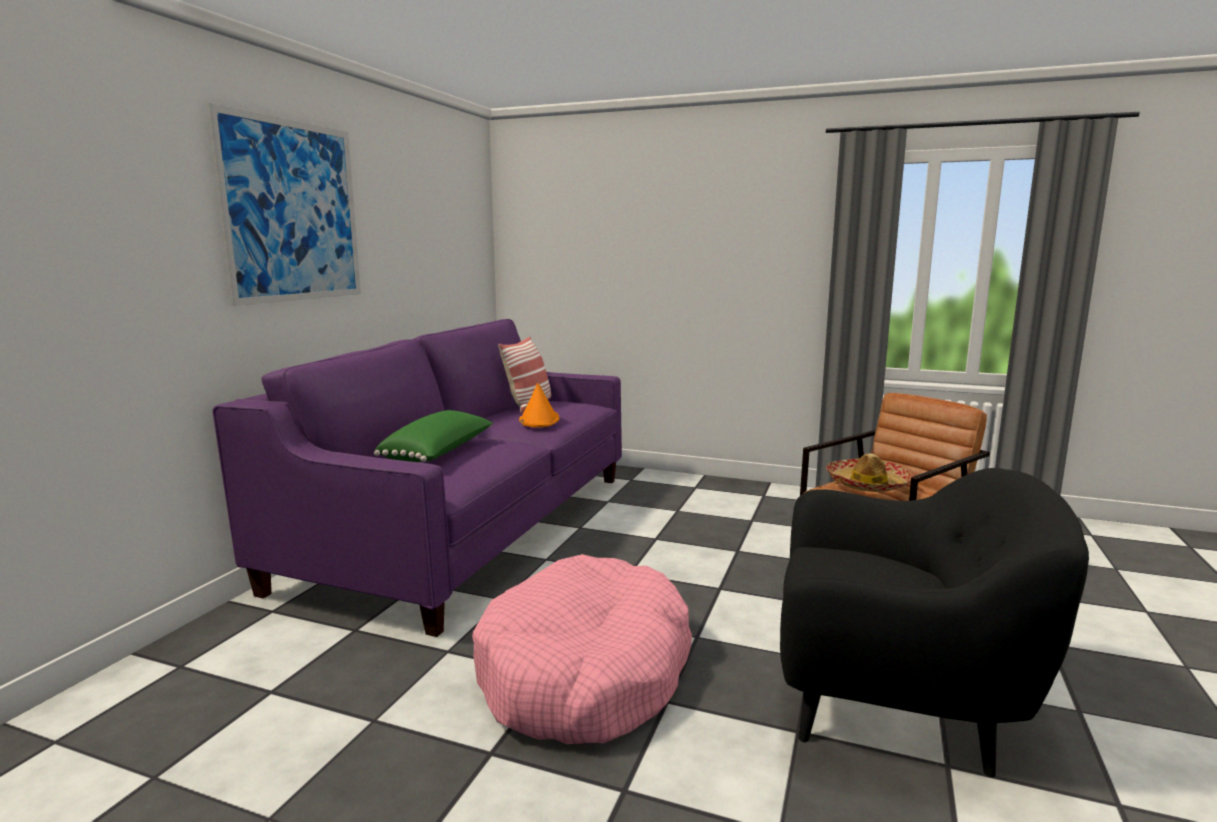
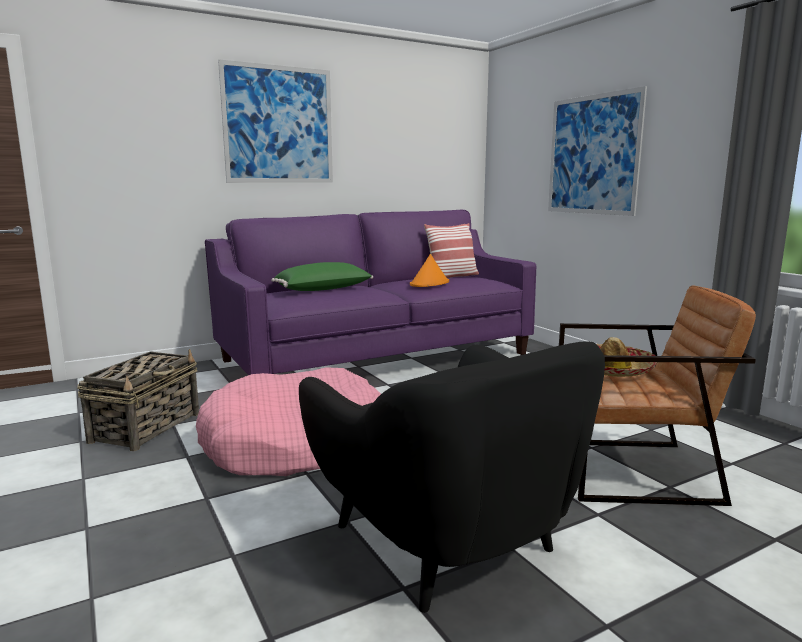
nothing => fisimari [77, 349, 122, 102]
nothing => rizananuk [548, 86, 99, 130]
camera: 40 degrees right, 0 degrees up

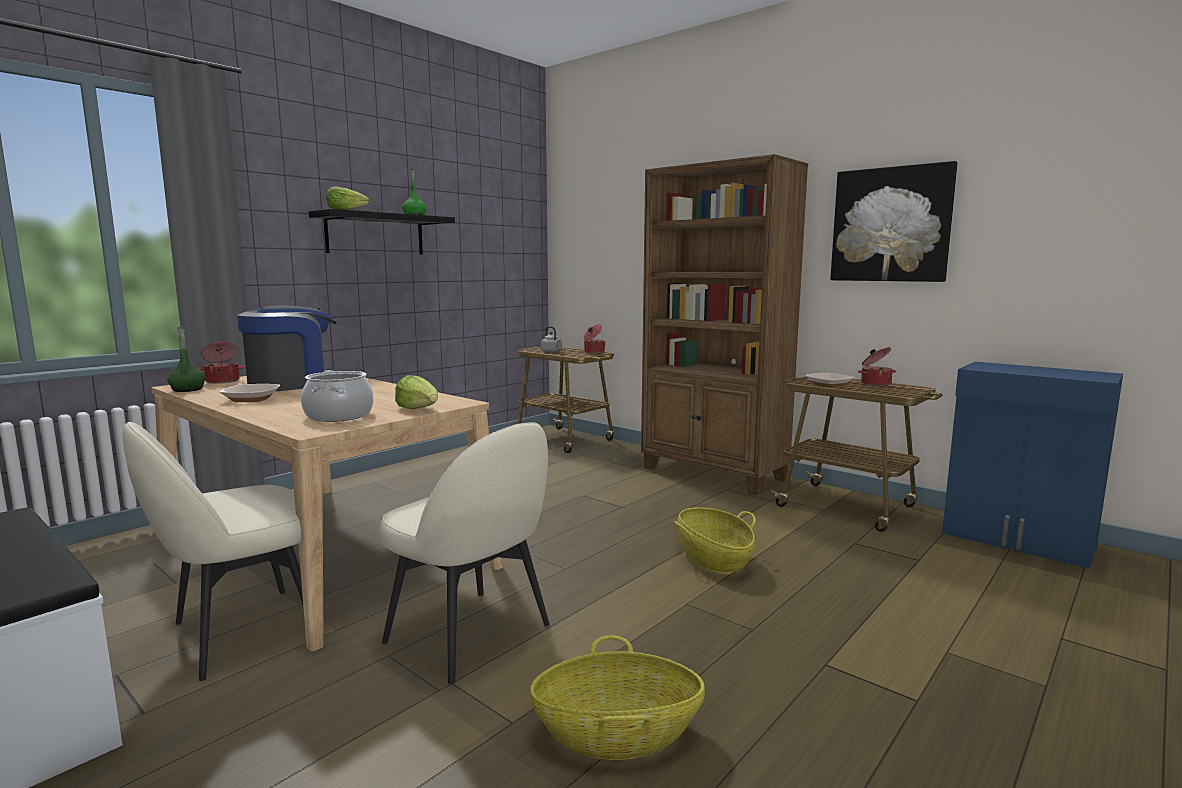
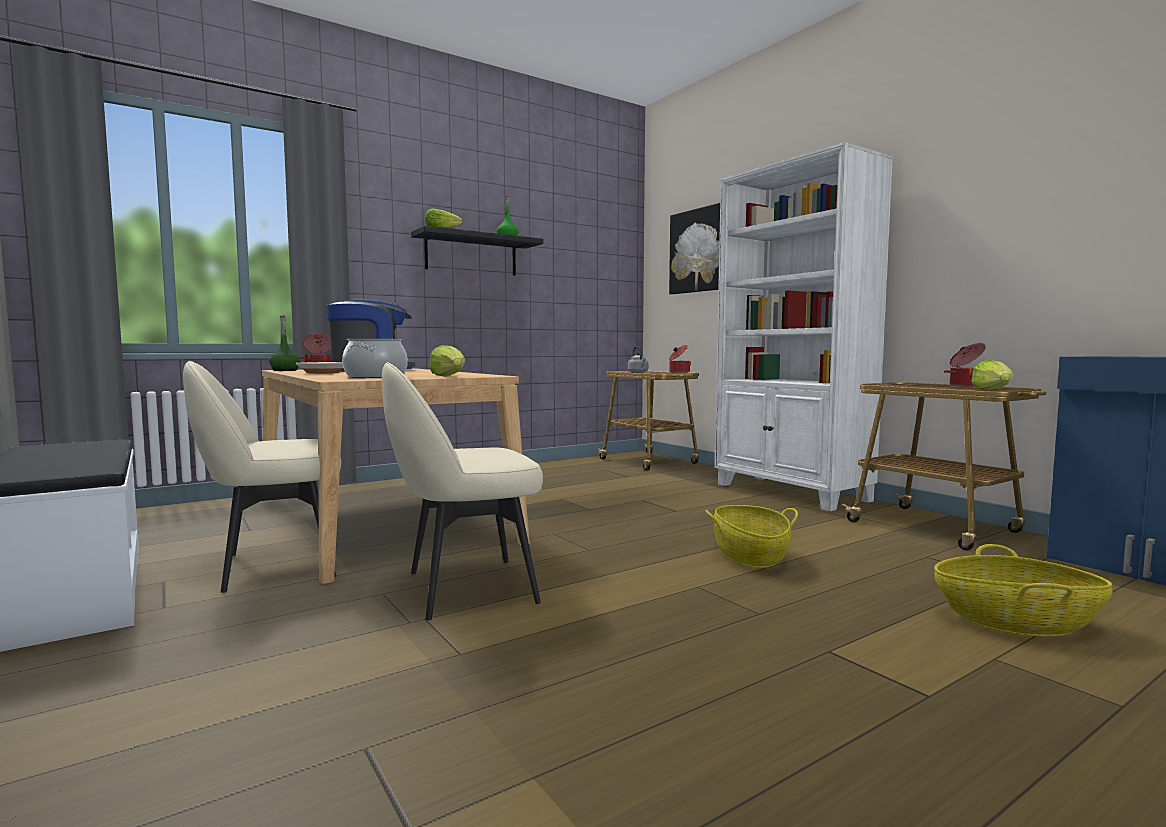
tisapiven [805, 373, 49, 15] => nothing
nothing => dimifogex [971, 360, 42, 30]
fisimari [530, 635, 175, 125] => fisimari [934, 544, 178, 92], moved
rizananuk [830, 161, 127, 121] => rizananuk [669, 203, 51, 91], moved
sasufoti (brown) [641, 154, 167, 341] => sasufoti (white) [715, 142, 178, 370]
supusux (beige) [380, 422, 170, 262] => supusux (beige) [382, 362, 161, 258], 105 degrees clockwise
camera: 15 degrees right, 5 degrees down

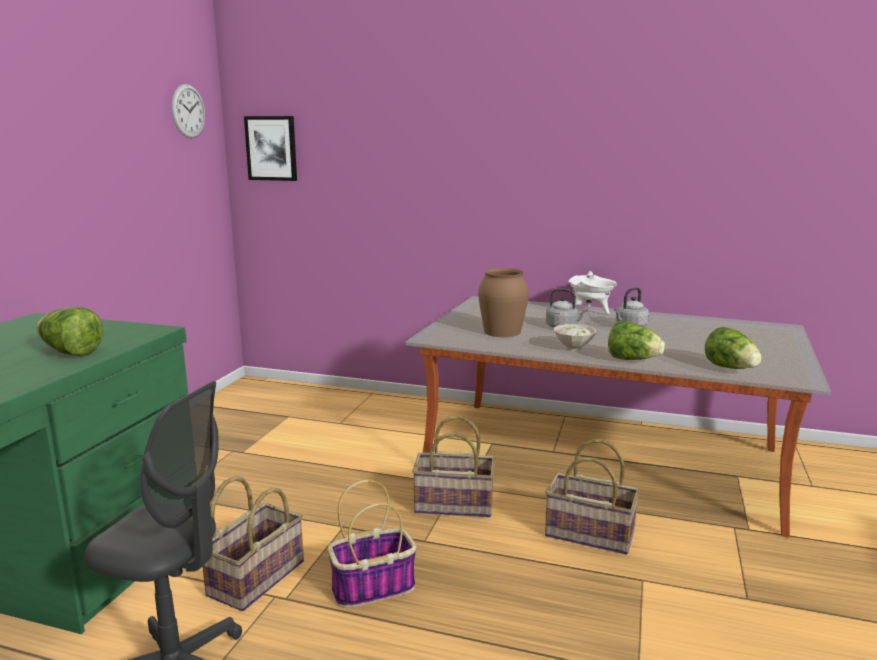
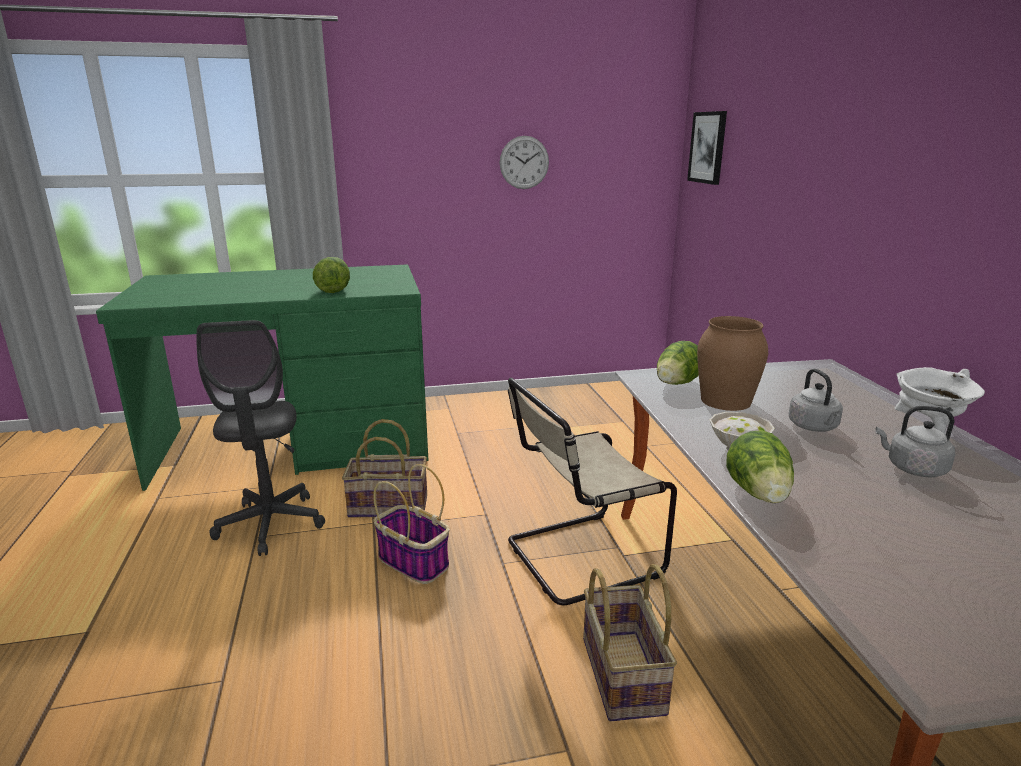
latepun [172, 84, 33, 54] => latepun [500, 136, 49, 53], moved
dimifogex [705, 327, 57, 42] => dimifogex [657, 341, 42, 44], moved
fisimari [412, 416, 83, 101] => supusux (beige) [508, 378, 169, 227]
camera: 60 degrees right, 5 degrees up

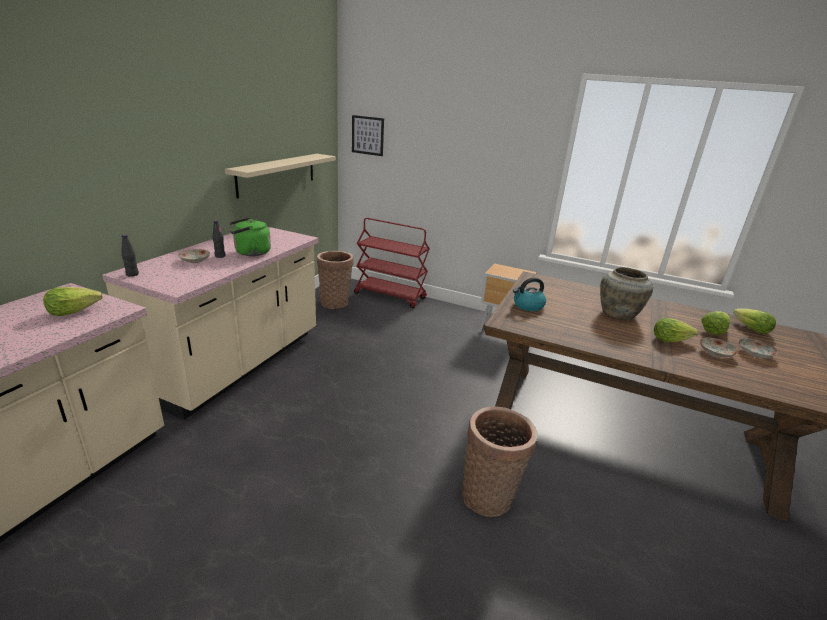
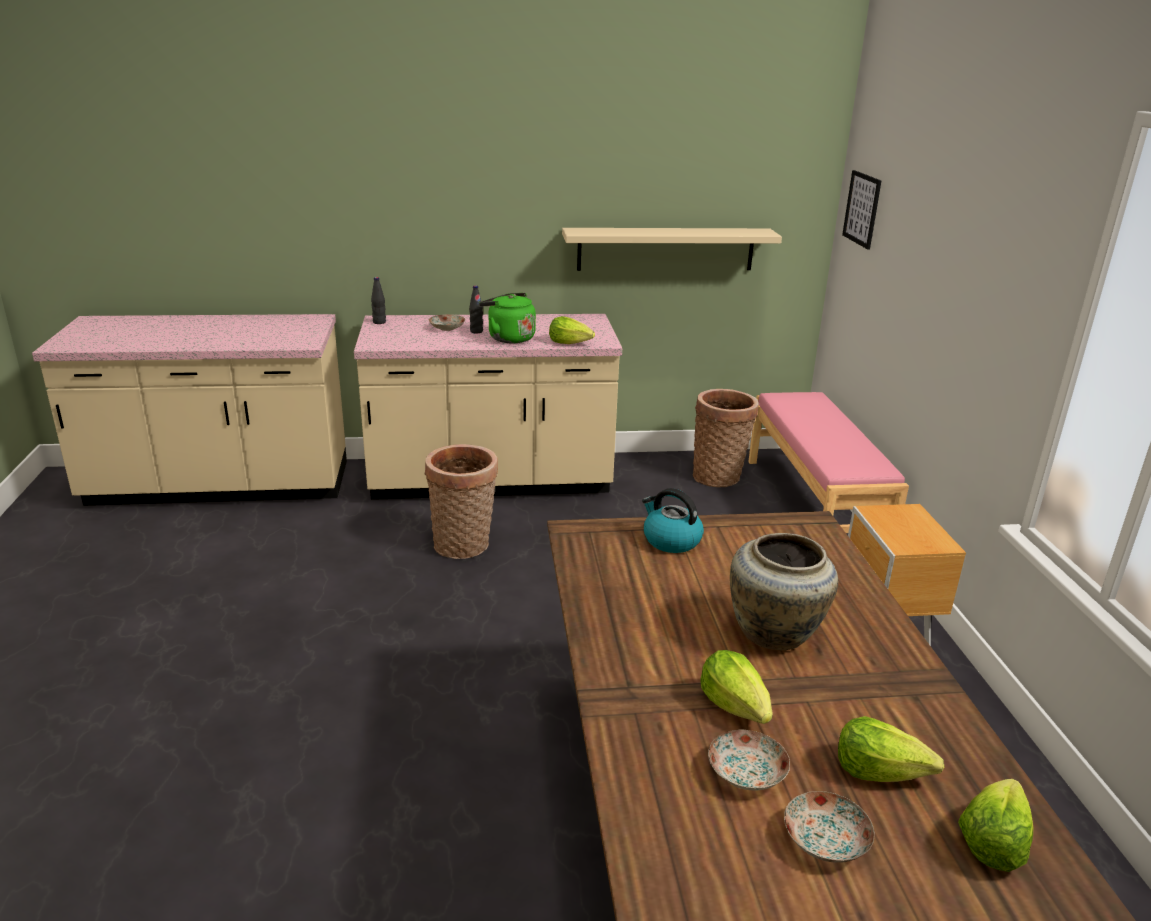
dimifogex [43, 287, 60, 29] => dimifogex [549, 316, 46, 28], moved
fisimari [462, 406, 75, 111] => fisimari [425, 444, 73, 115], moved
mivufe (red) [354, 218, 76, 90] => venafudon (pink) [748, 392, 161, 141]
camera: 60 degrees right, 0 degrees up

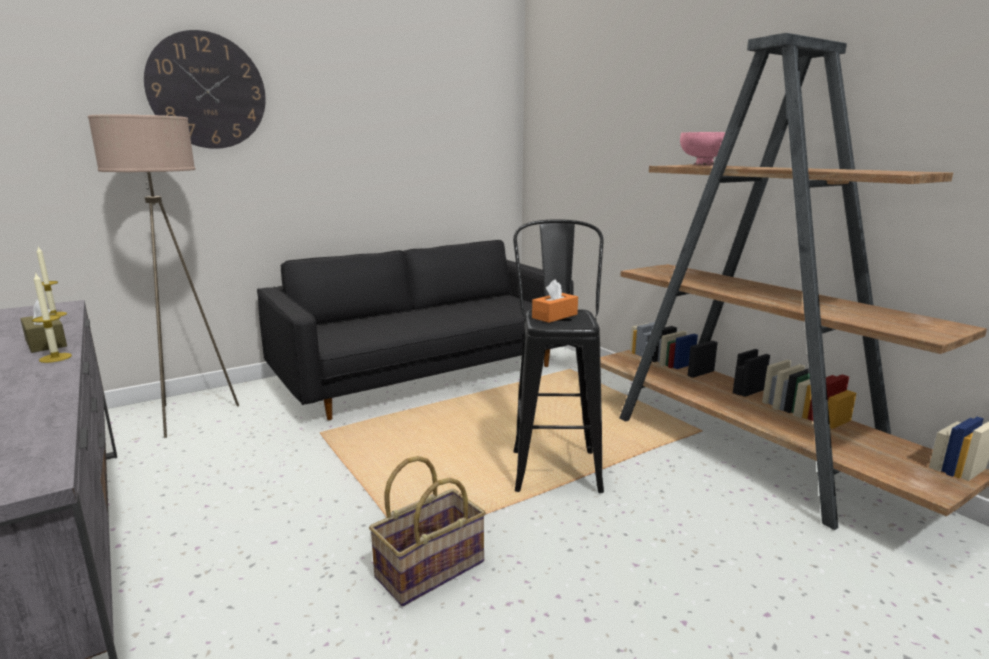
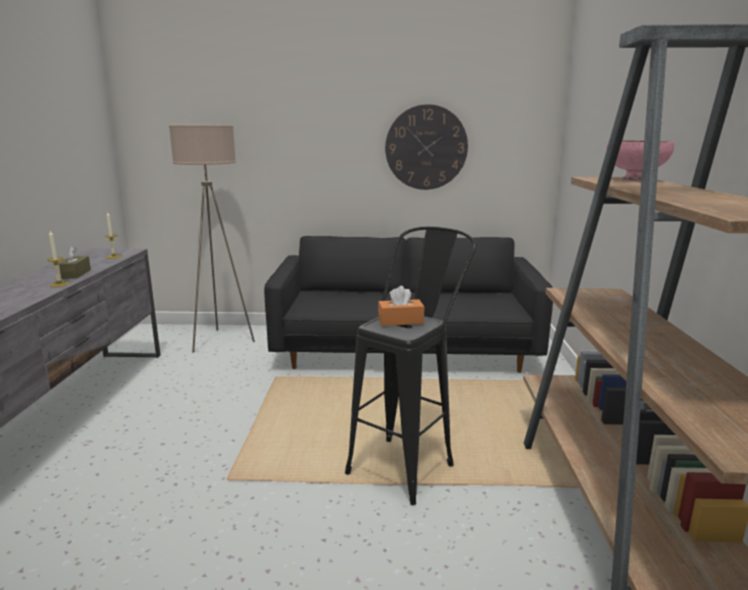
fisimari [369, 456, 117, 150] => nothing
latepun [144, 30, 122, 119] => latepun [385, 104, 83, 86], moved
camera: 35 degrees right, 0 degrees up

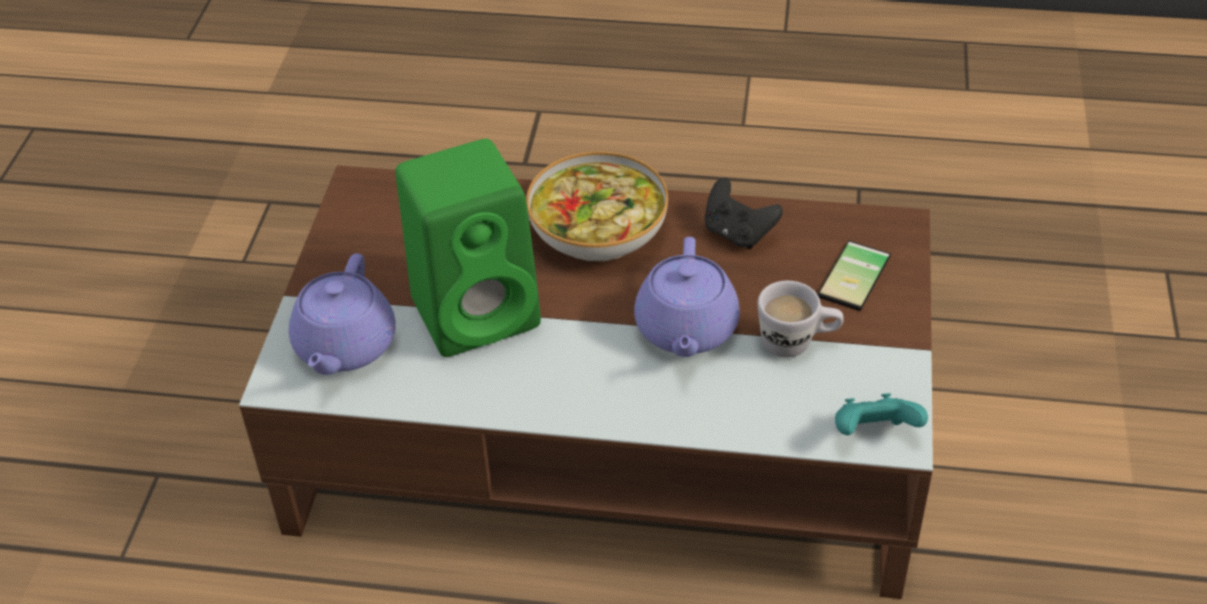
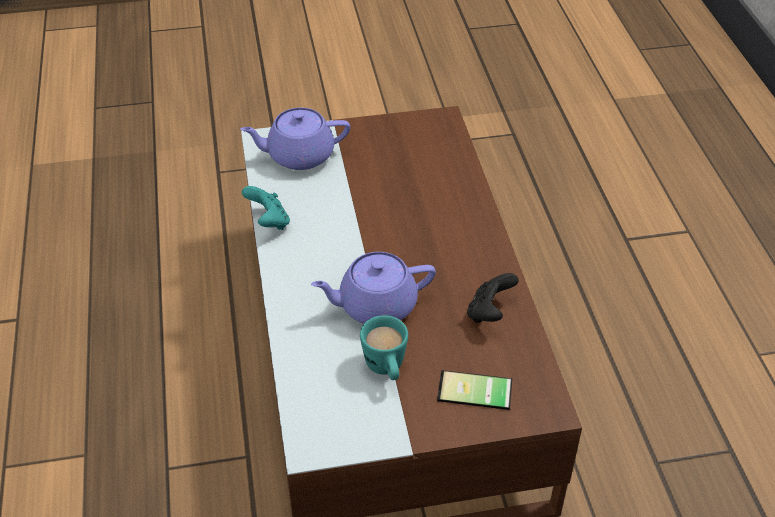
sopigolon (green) [395, 139, 146, 218] => nothing
tisapiven [526, 151, 142, 110] => nothing
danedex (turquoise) [835, 393, 93, 42] => danedex (turquoise) [242, 186, 48, 44], moved
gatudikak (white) [757, 281, 87, 76] => gatudikak (turquoise) [360, 315, 48, 65]
camera: 70 degrees right, 0 degrees up

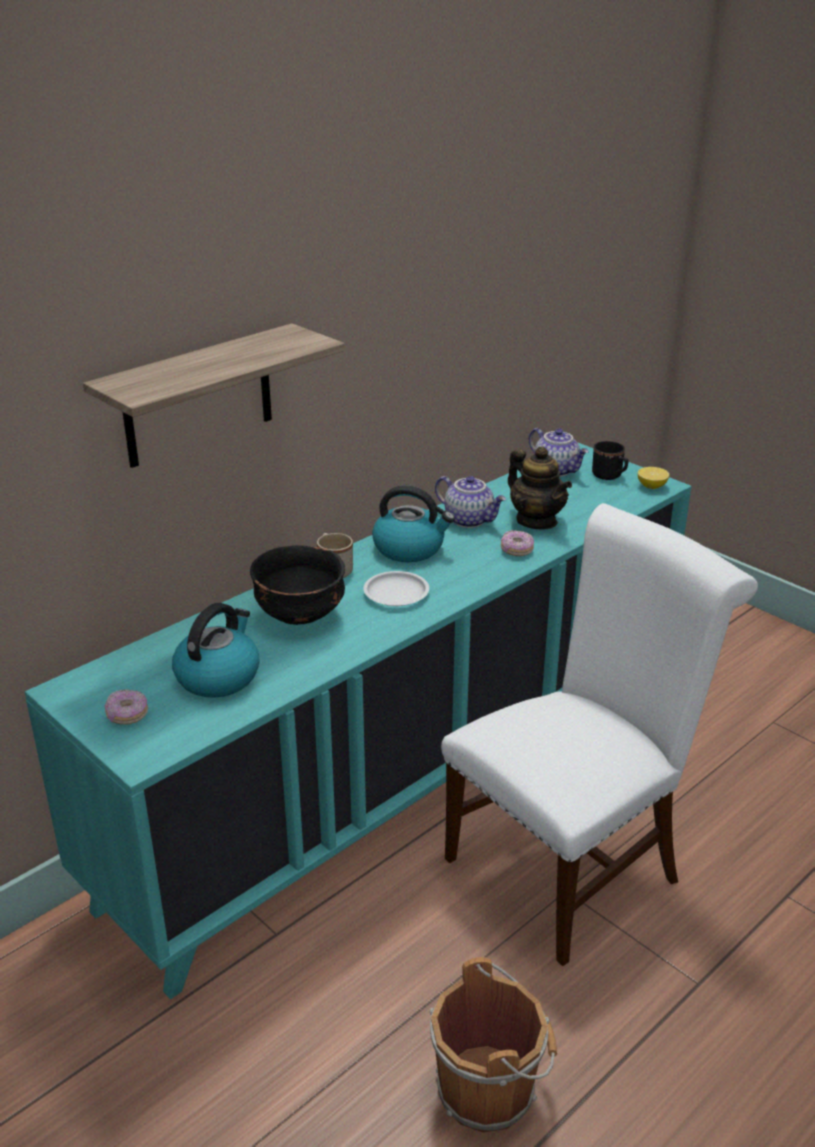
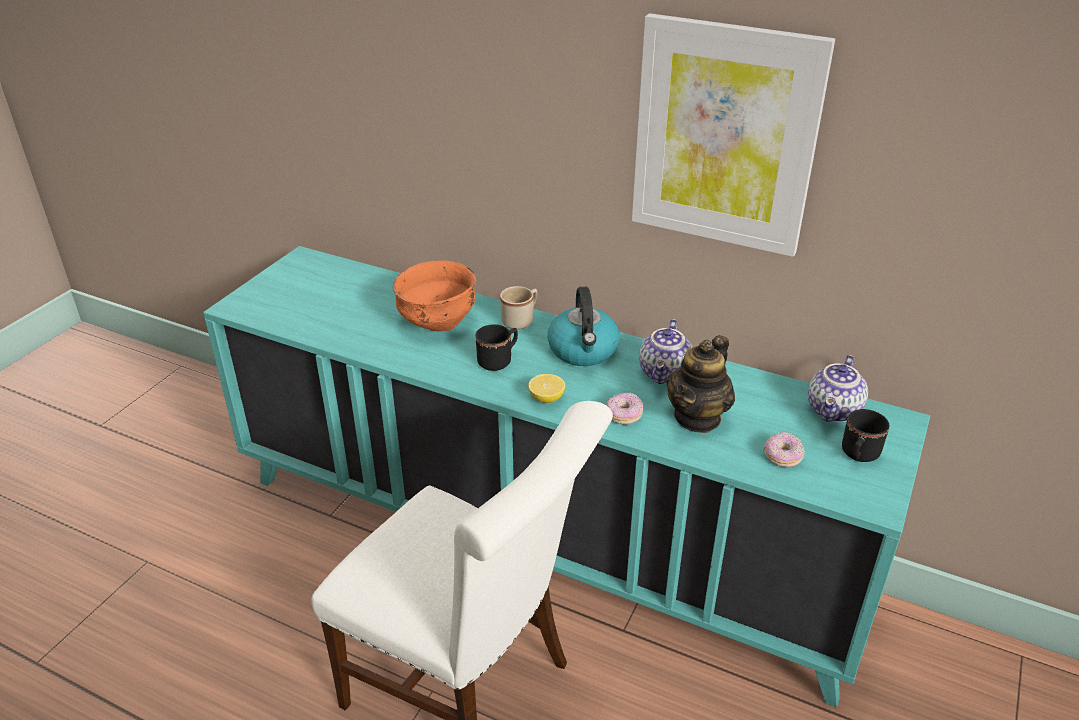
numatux [83, 323, 262, 145] => nothing
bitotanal [172, 603, 87, 95] => nothing
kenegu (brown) [430, 957, 127, 176] => nothing
nothing => rizananuk [632, 13, 203, 244]
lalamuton [105, 689, 43, 35] => lalamuton [763, 432, 42, 35], moved
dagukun [638, 467, 31, 22] => dagukun [528, 374, 37, 29], moved
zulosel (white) [363, 571, 66, 35] => gatudikak (black) [476, 324, 42, 47]
tisapiven (black) [250, 545, 95, 80] => tisapiven (orange) [393, 260, 83, 72]
camera: 70 degrees right, 5 degrees up

